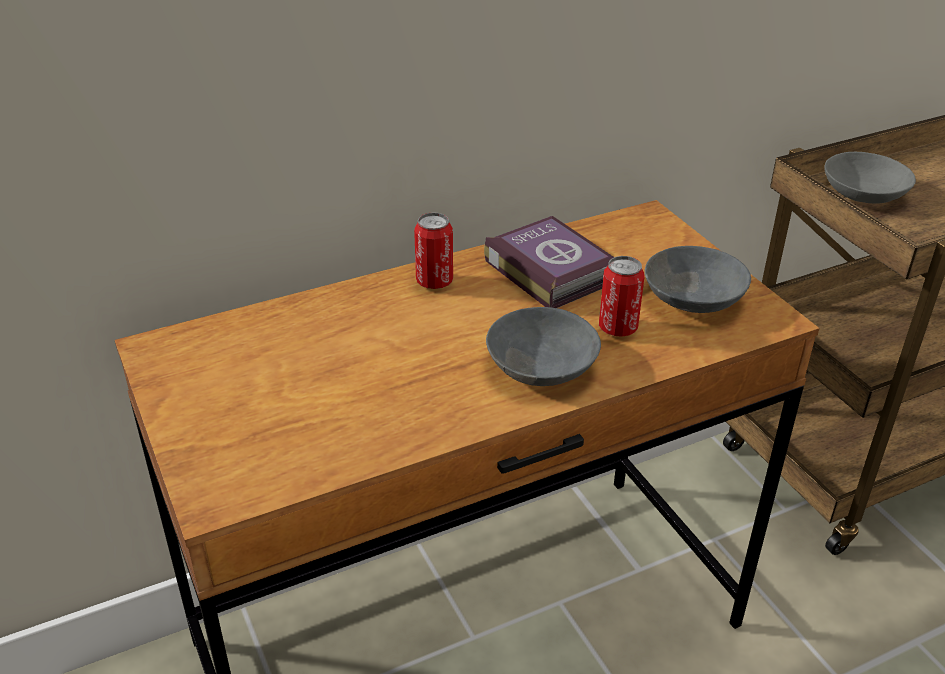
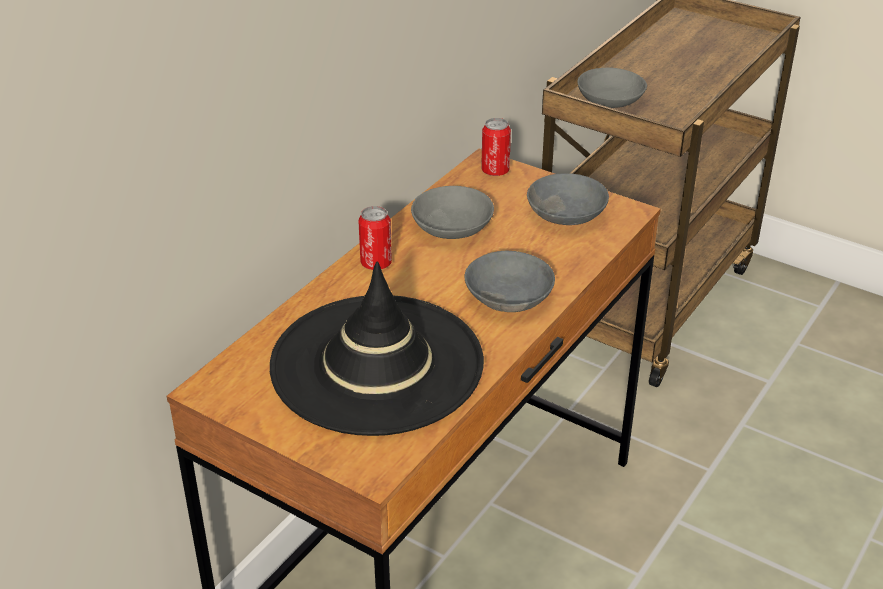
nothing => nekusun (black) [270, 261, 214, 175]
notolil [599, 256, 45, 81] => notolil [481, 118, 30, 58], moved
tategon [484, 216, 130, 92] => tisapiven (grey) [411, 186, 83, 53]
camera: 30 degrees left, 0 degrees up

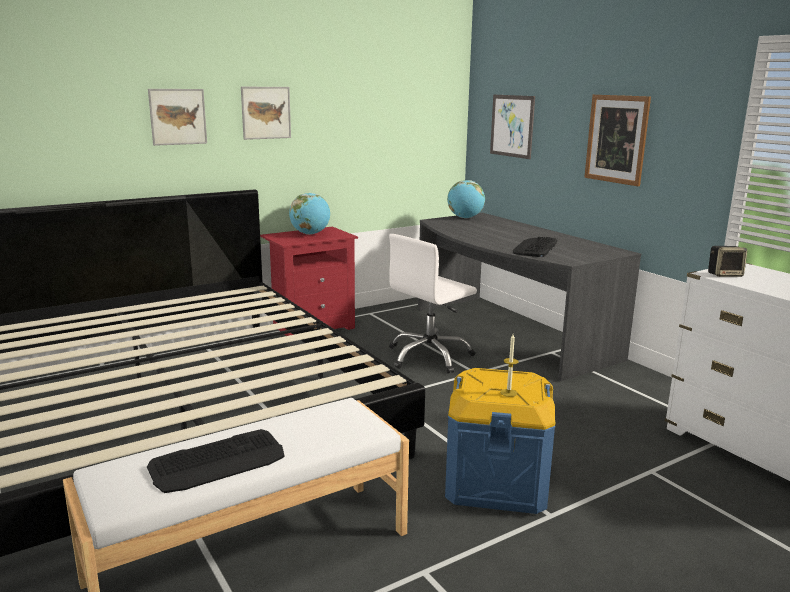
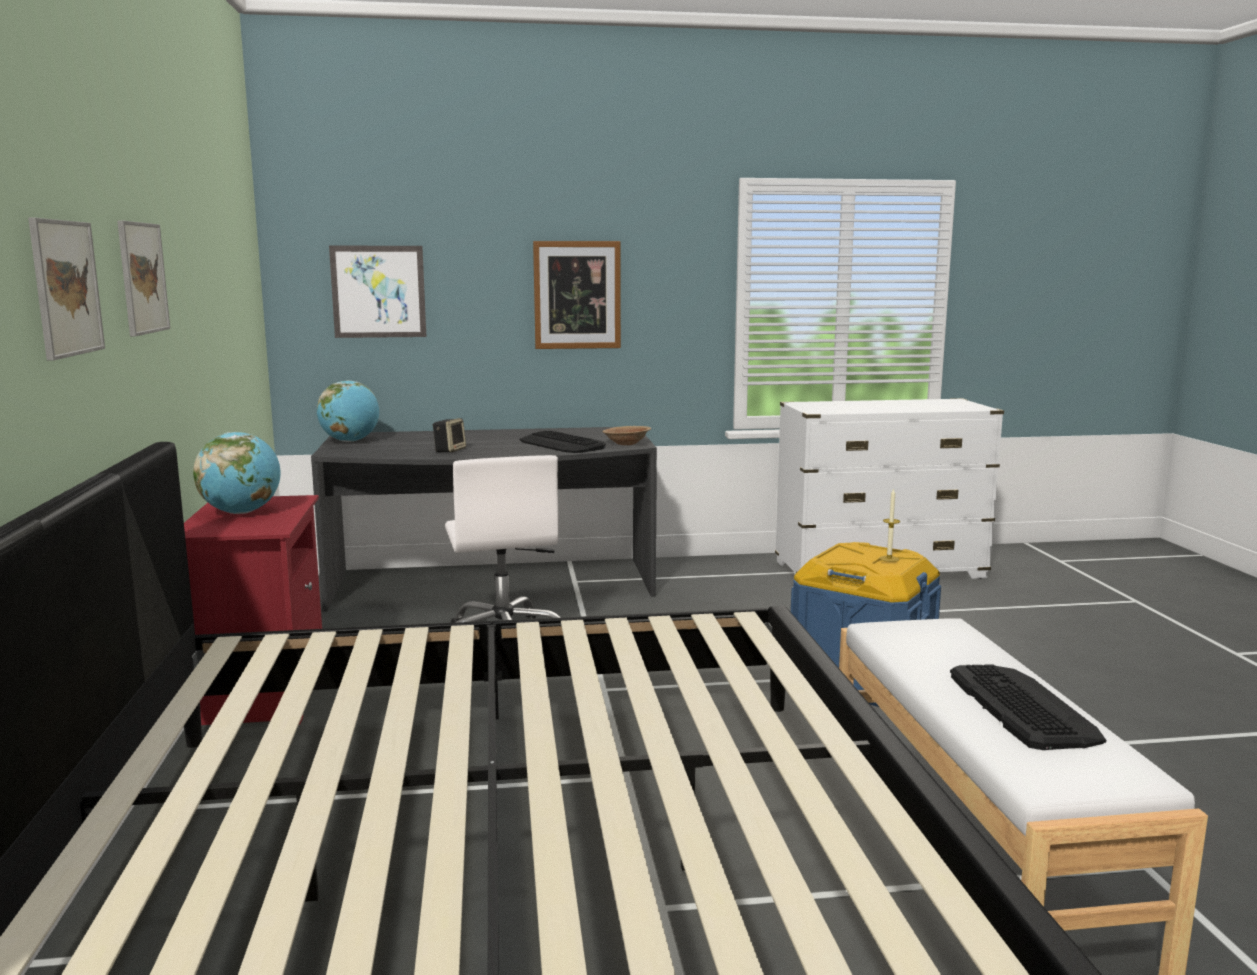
nothing => tisapiven (brown) [603, 426, 48, 19]
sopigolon [708, 246, 39, 31] => sopigolon [433, 418, 33, 34], moved
camera: 65 degrees left, 5 degrees down

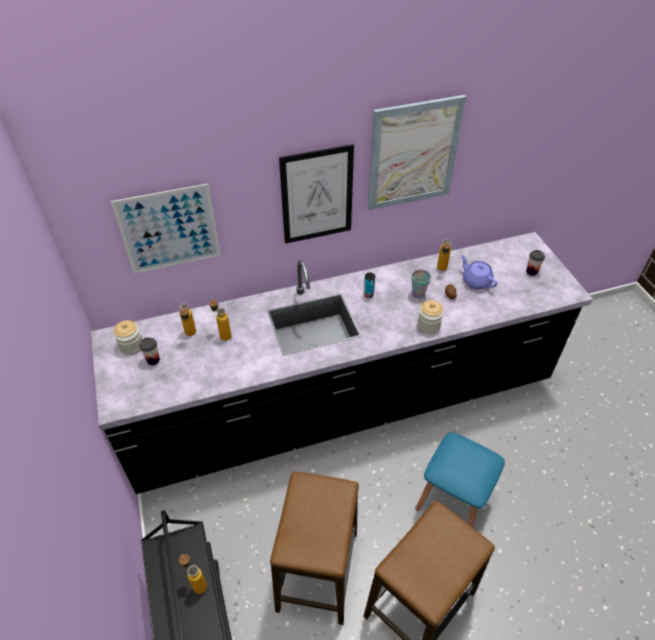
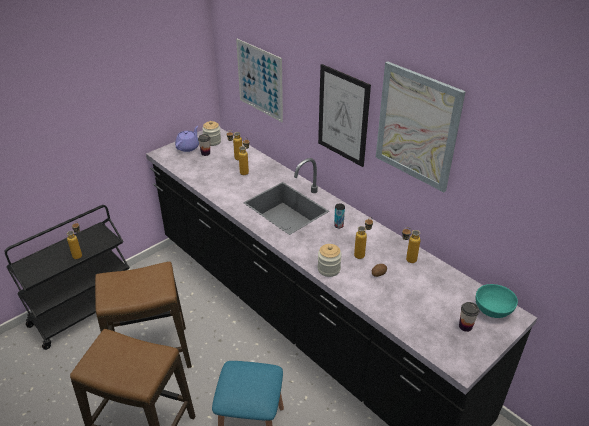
nothing => tisapiven (turquoise) [476, 284, 42, 34]
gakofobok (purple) [461, 255, 37, 34] => gakofobok (purple) [175, 126, 24, 26], moved
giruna [412, 270, 19, 29] => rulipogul [354, 217, 19, 42]
camera: 65 degrees right, 10 degrees down

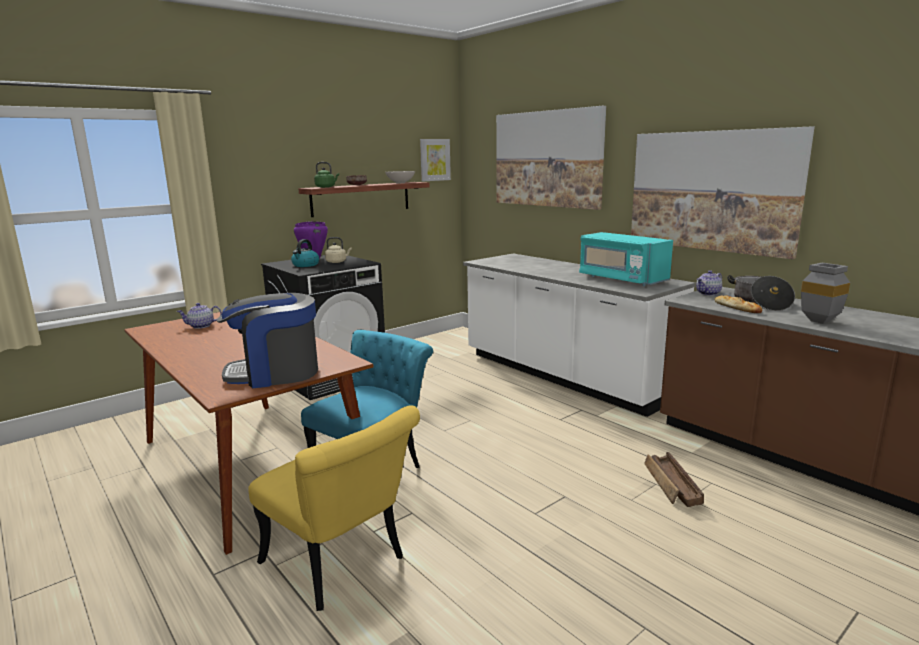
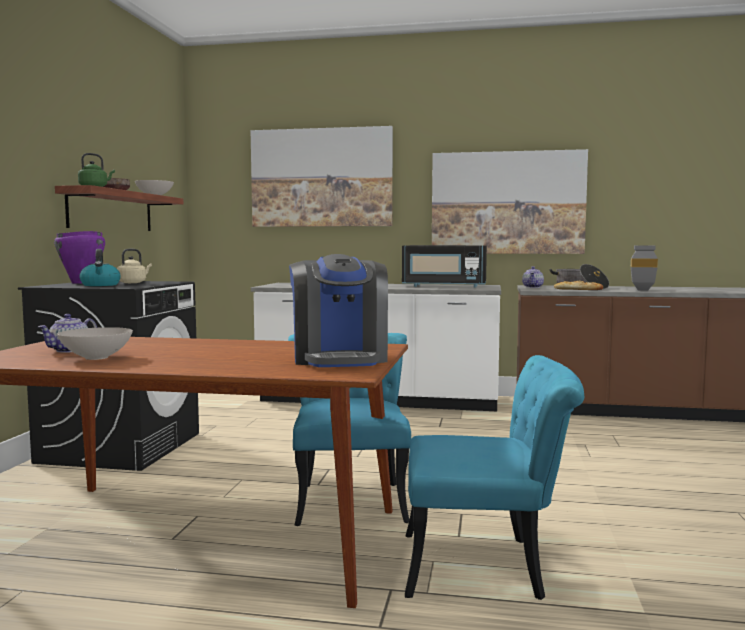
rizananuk [420, 139, 31, 43] => nothing
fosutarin [644, 452, 60, 55] => nothing
nothing => tisapiven (white) [57, 327, 76, 33]
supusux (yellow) [248, 405, 172, 206] => supusux (turquoise) [405, 355, 179, 245]
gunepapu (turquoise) [579, 232, 94, 54] => gunepapu (black) [402, 245, 85, 43]
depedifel [217, 293, 101, 95] => depedifel [289, 254, 99, 113], 45 degrees counterclockwise
camera: 40 degrees left, 10 degrees down

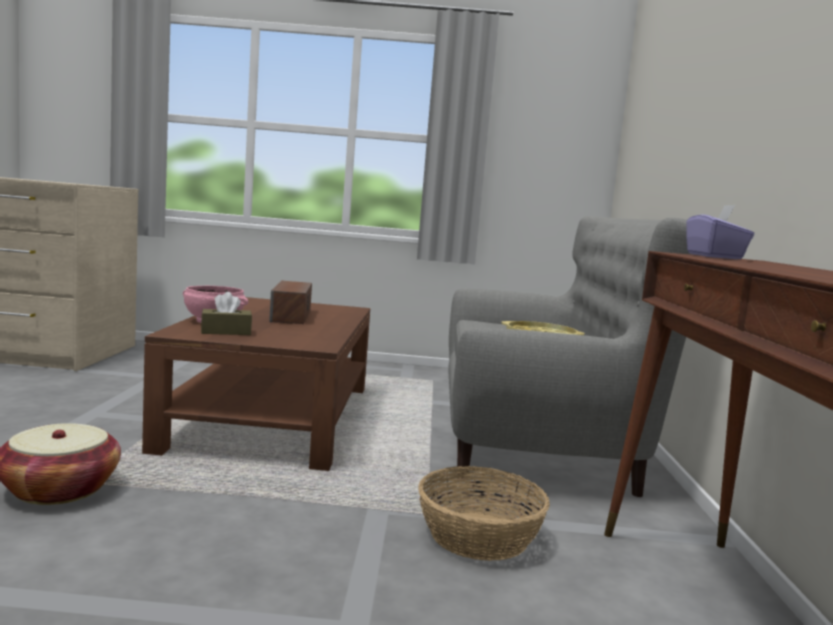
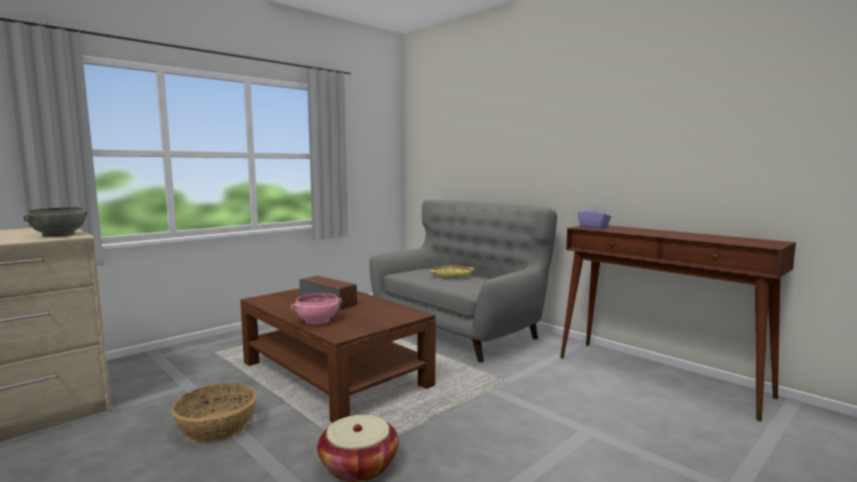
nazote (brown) [201, 292, 51, 43] => nothing
nothing => tisapiven (grey) [24, 207, 63, 30]
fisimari [418, 466, 132, 95] => fisimari [171, 383, 86, 60], moved
camera: 45 degrees left, 0 degrees up

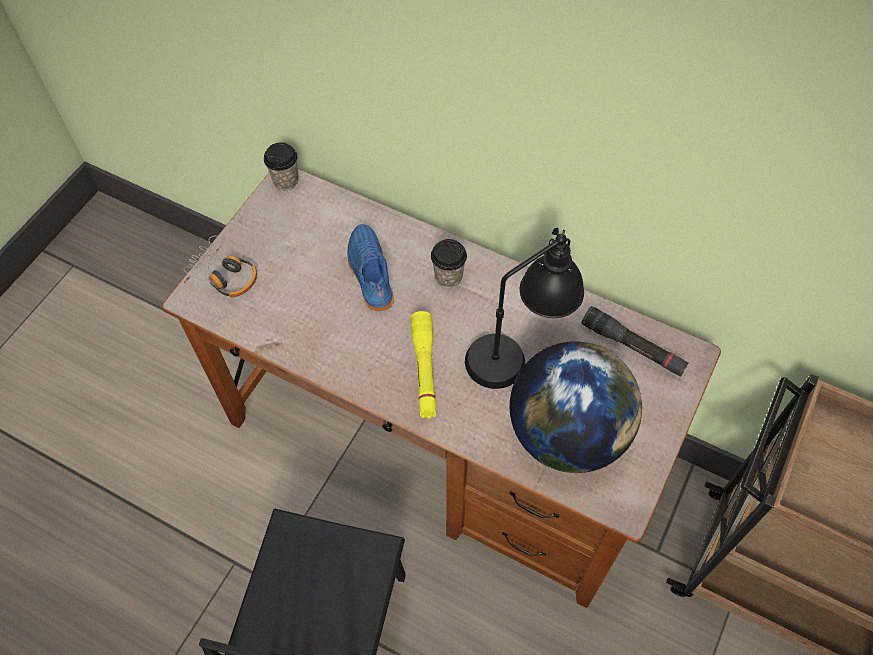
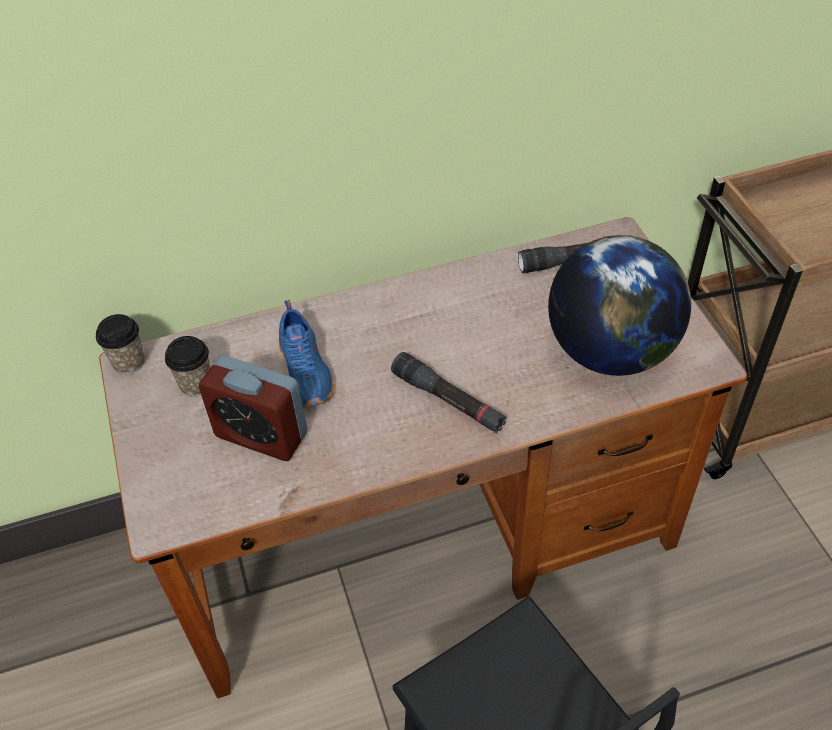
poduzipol [183, 236, 74, 61] => nothing
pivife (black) [465, 228, 119, 161] => nothing
nothing => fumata [199, 355, 108, 106]
giruna [431, 239, 36, 49] => giruna [165, 336, 45, 61], moved
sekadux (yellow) [411, 311, 25, 108] => sekadux (black) [391, 352, 116, 81]
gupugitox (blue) [347, 224, 47, 87] => gupugitox (blue) [278, 300, 56, 108], 135 degrees counterclockwise
camera: 45 degrees left, 10 degrees down

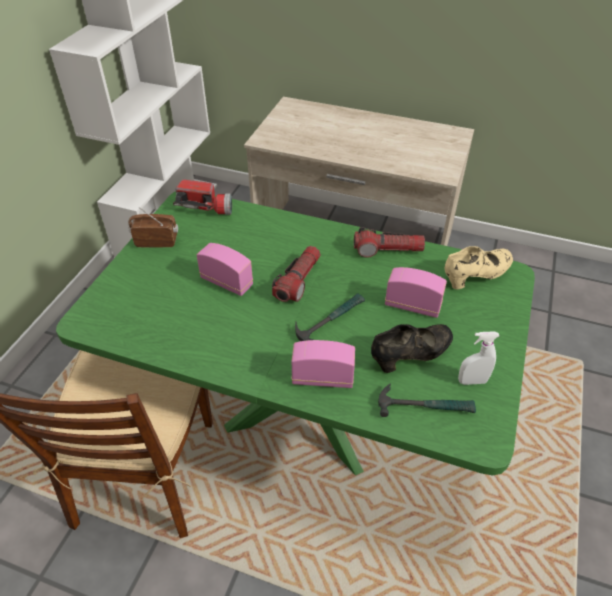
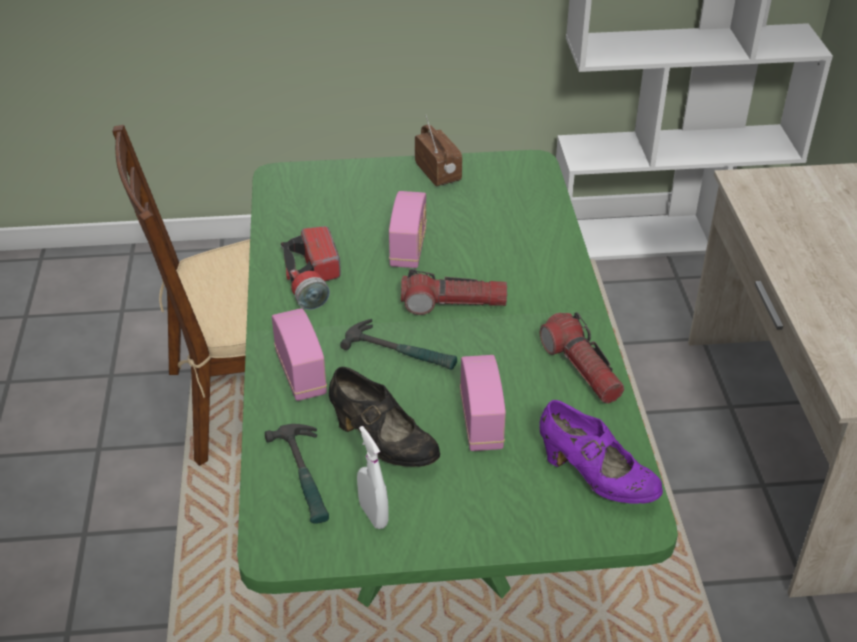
sekadux [173, 179, 59, 36] => sekadux [281, 226, 60, 84], moved
gupugitox (beige) [445, 246, 68, 44] => gupugitox (purple) [539, 400, 124, 104]
camera: 65 degrees right, 5 degrees down

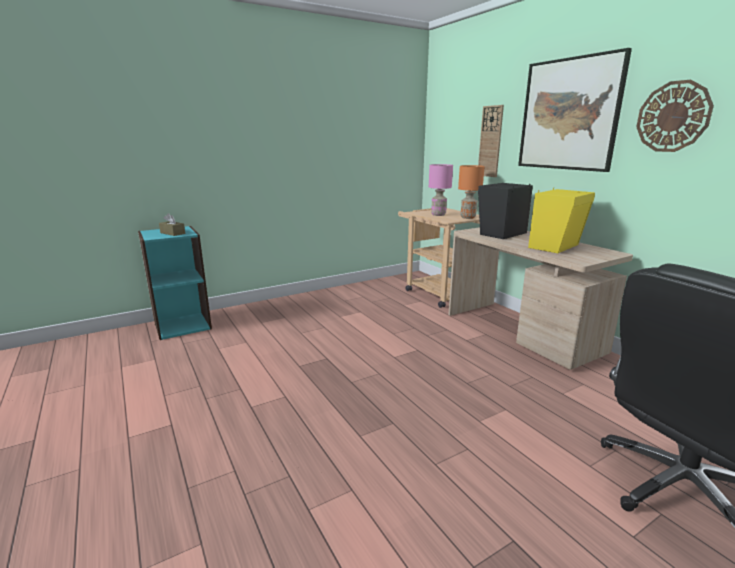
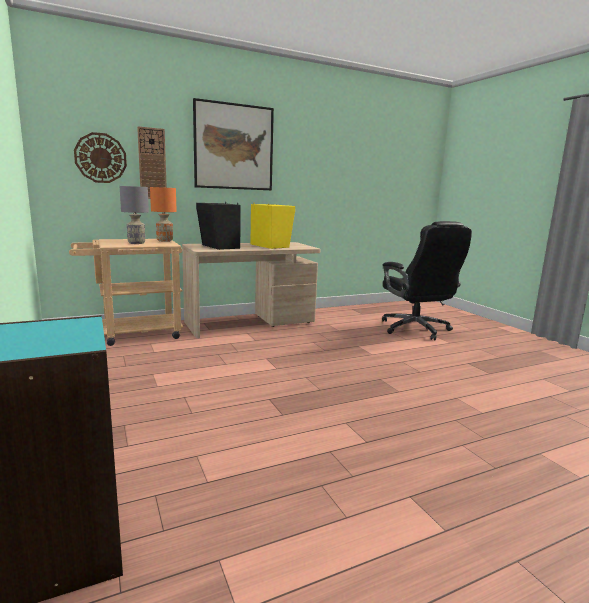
nazote (brown) [159, 213, 26, 23] => nothing
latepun [636, 80, 78, 72] => latepun [74, 132, 53, 51], moved
pivife (pink) [429, 164, 24, 52] => pivife (grey) [120, 186, 29, 58]
camera: 85 degrees left, 5 degrees down

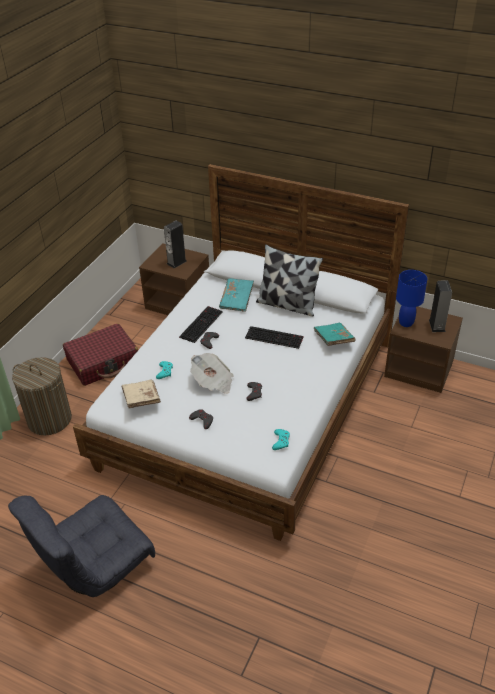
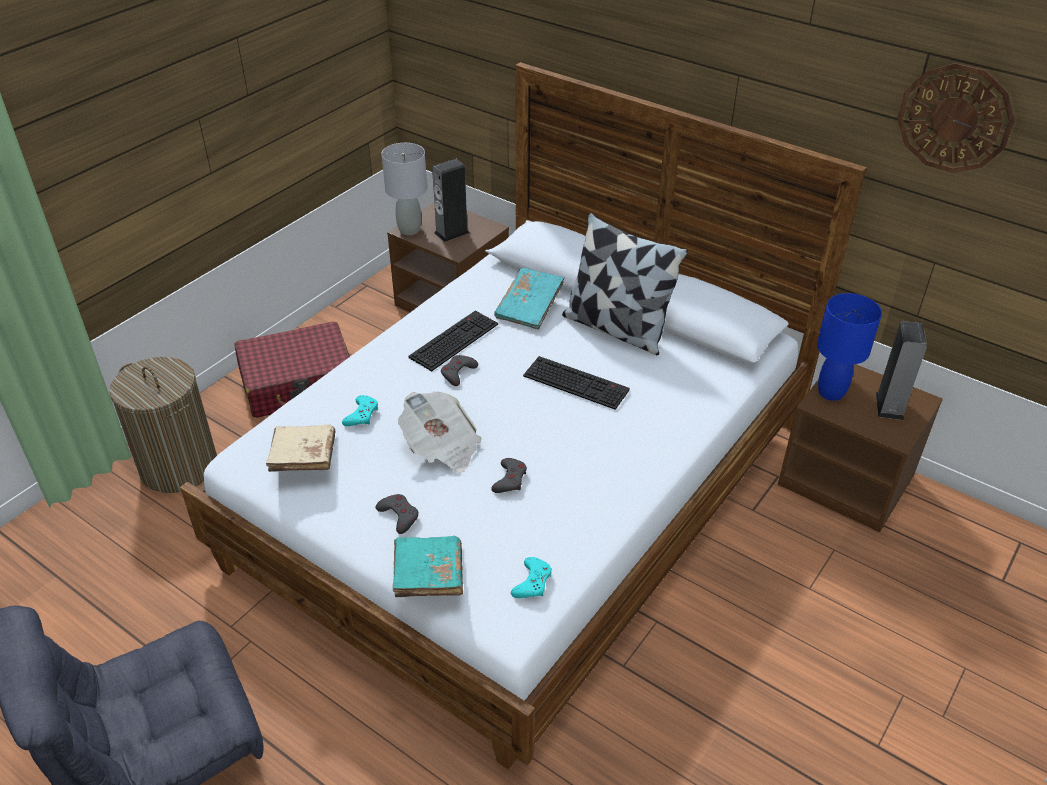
nothing => pivife (grey) [382, 143, 45, 92]
nothing => latepun [897, 63, 118, 110]
tategon (turquoise) [314, 323, 42, 23] => tategon (turquoise) [393, 536, 70, 61], moved
camera: 10 degrees right, 0 degrees up

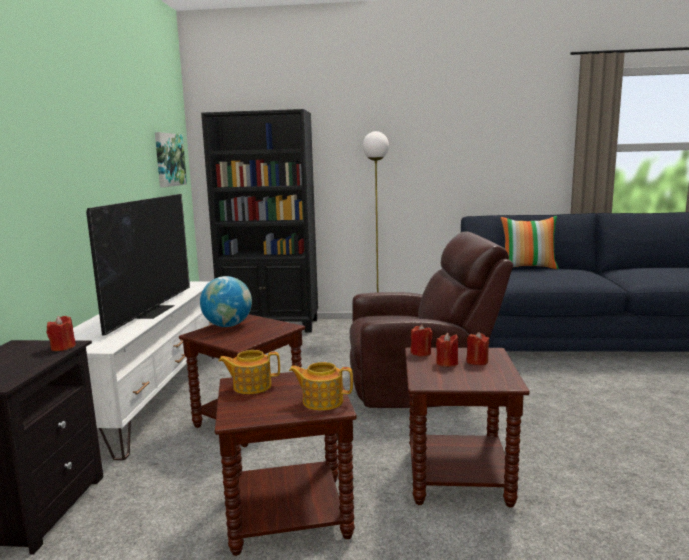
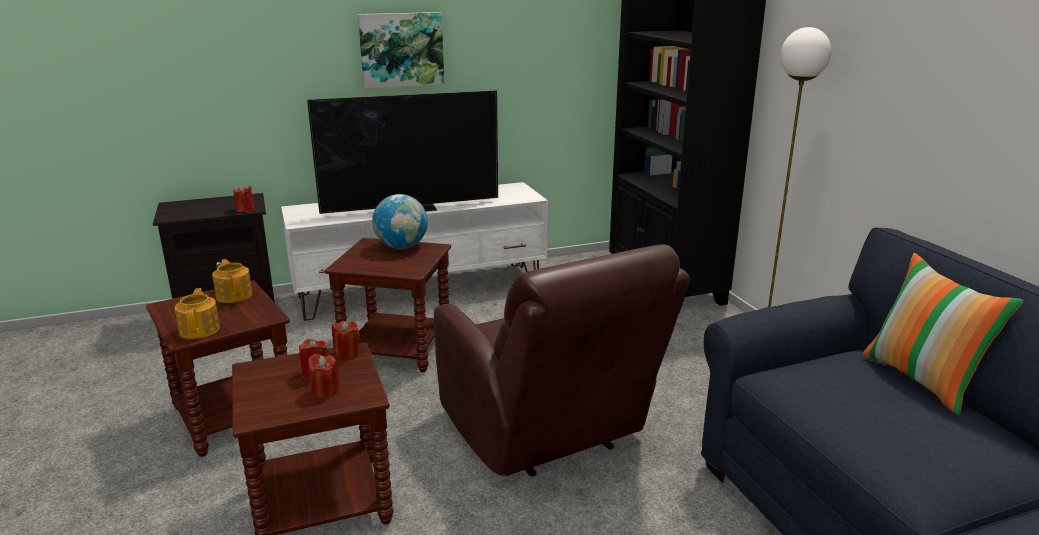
rizananuk [155, 132, 32, 56] => rizananuk [358, 12, 86, 77], moved
camera: 65 degrees right, 10 degrees up

